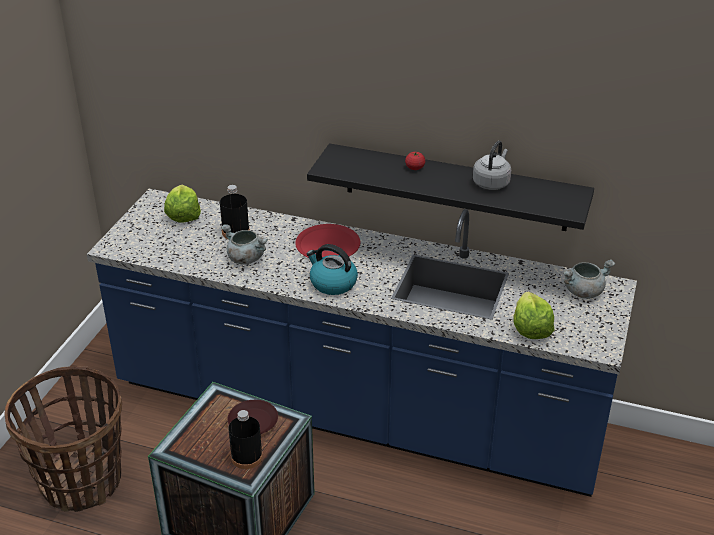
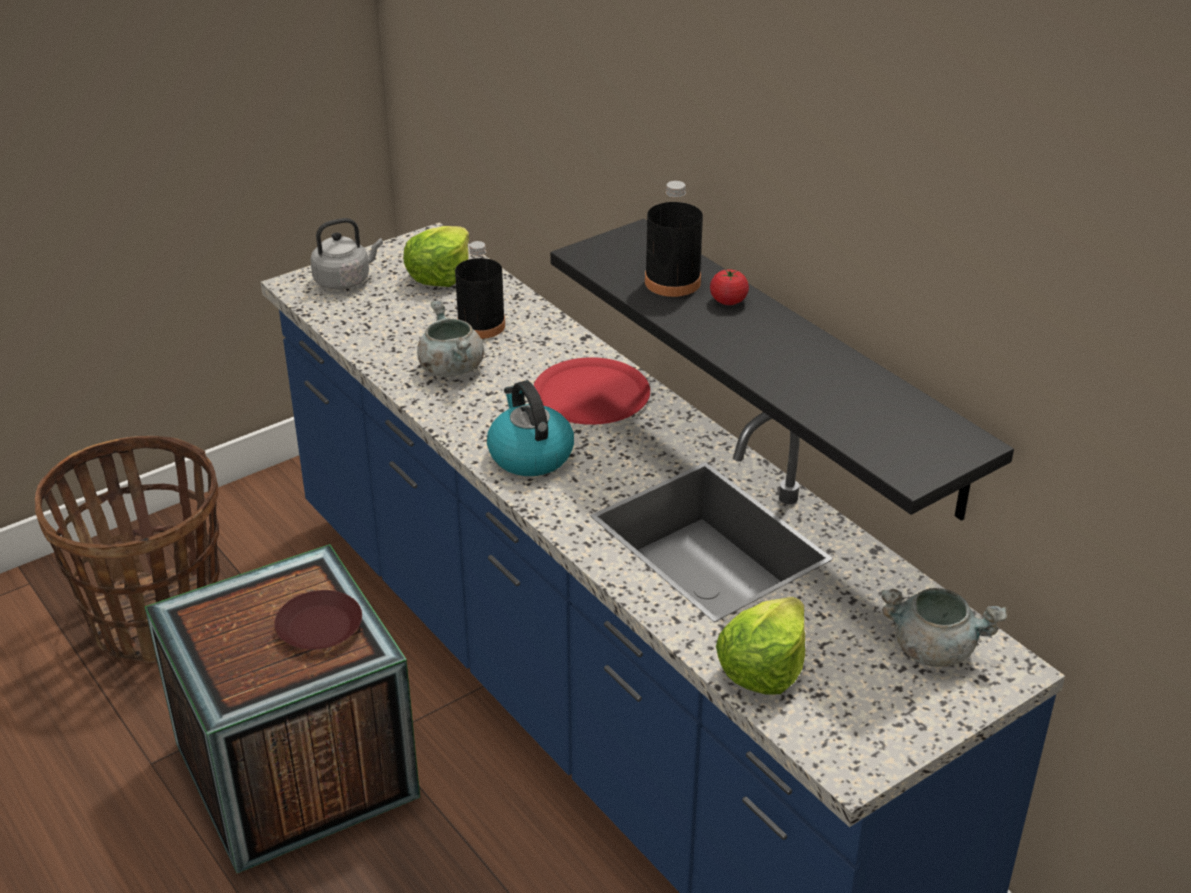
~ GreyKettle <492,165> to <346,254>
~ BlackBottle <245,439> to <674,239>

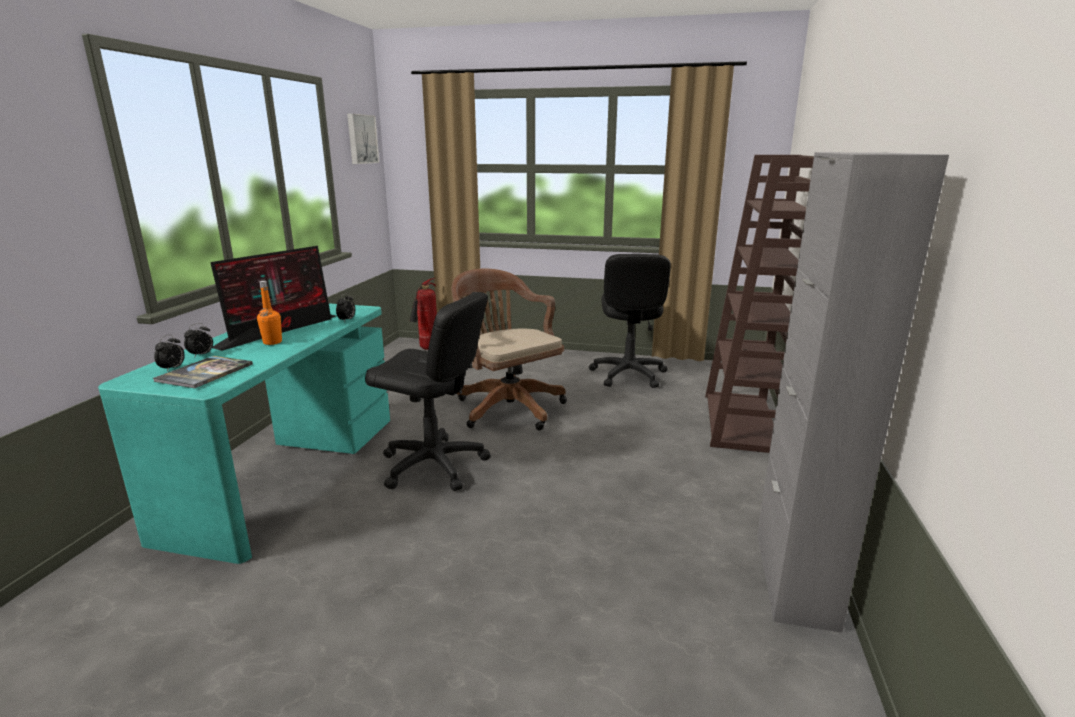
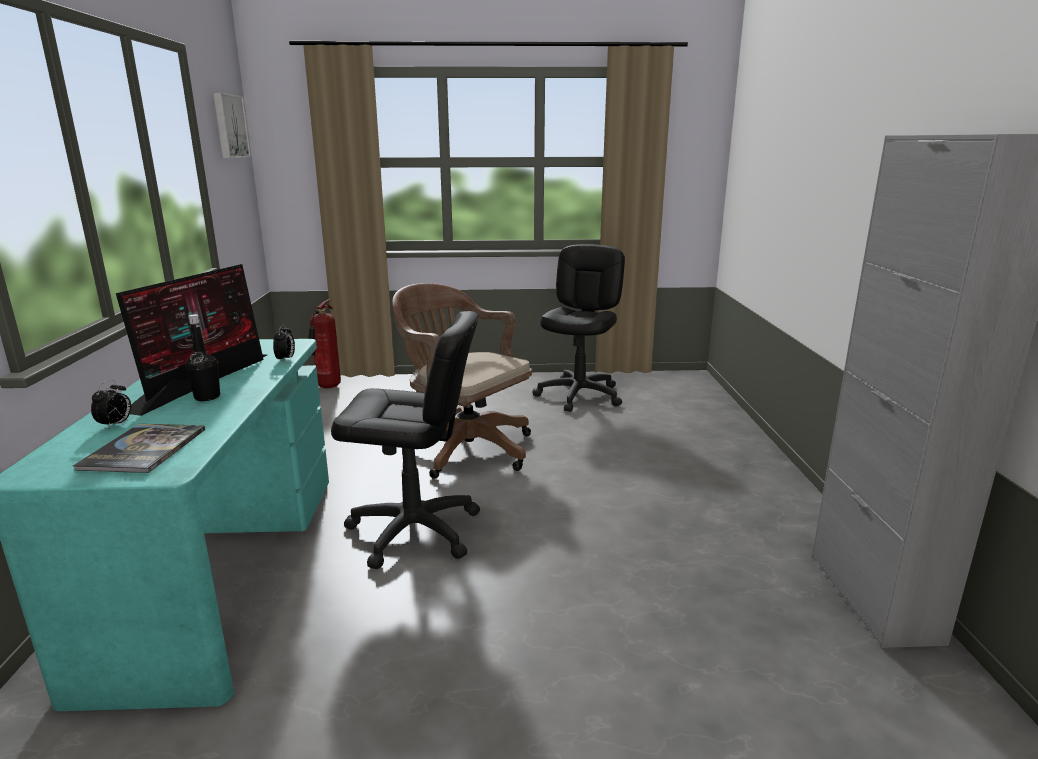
~ OrangeBottle <269,313> to BlackBottle <203,357>
~ BlackOfficeChair <630,321> = <578,328> 150 degrees counterclockwise
- AlarmClock <169,353>
- BrownBookcase <759,304>

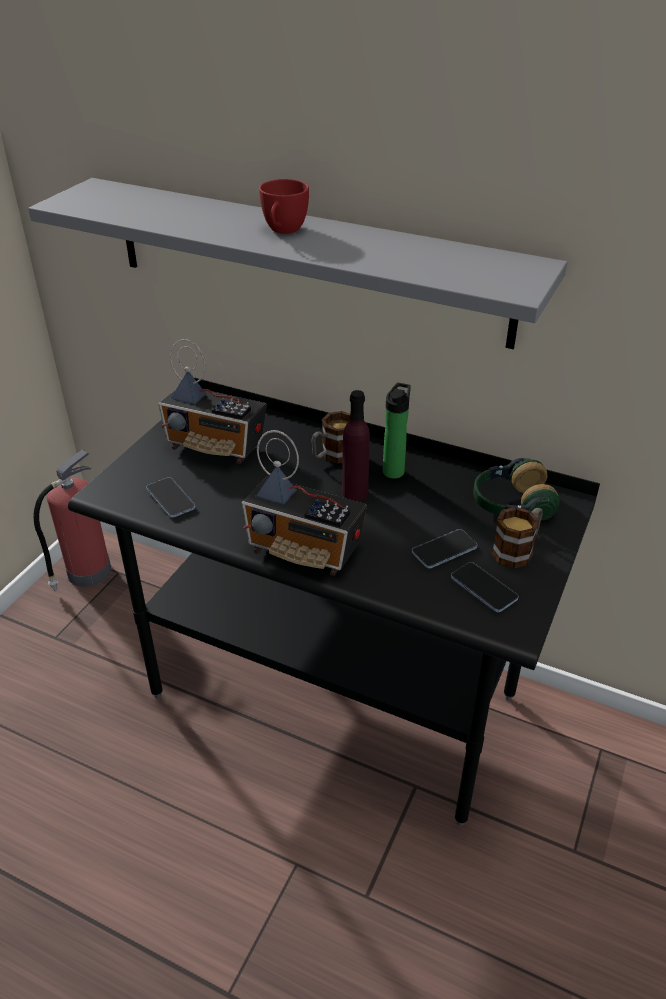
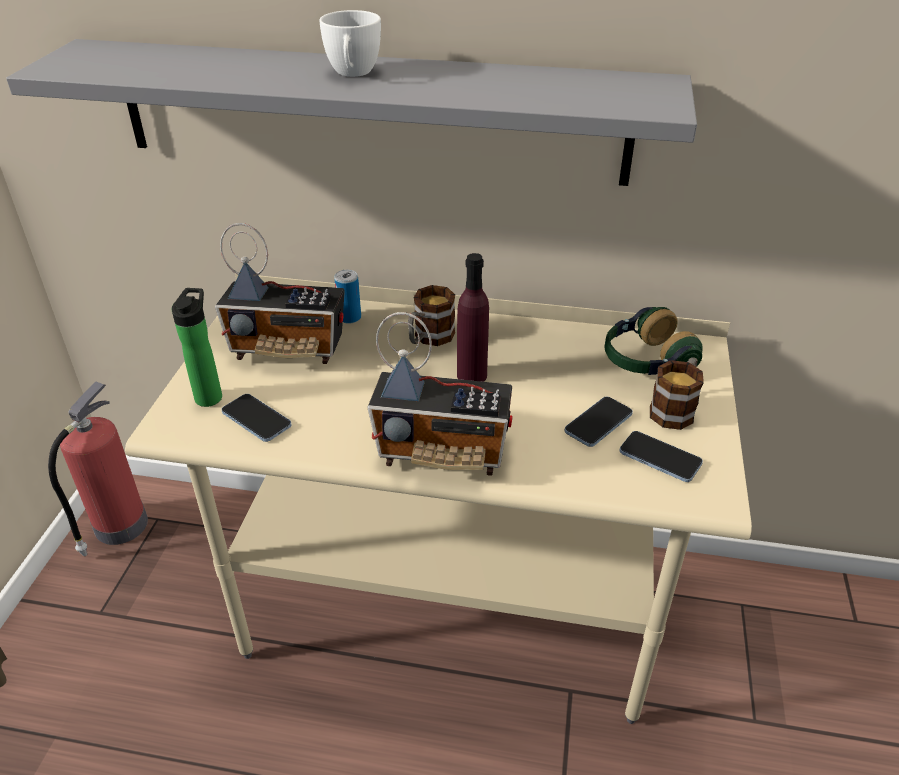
~ BlackDesk <334,602> to BeigeDesk <438,498>
~ Bottle <397,431> to <197,347>
~ RedCup <284,206> to WhiteCup <350,43>
+ Can <347,297>

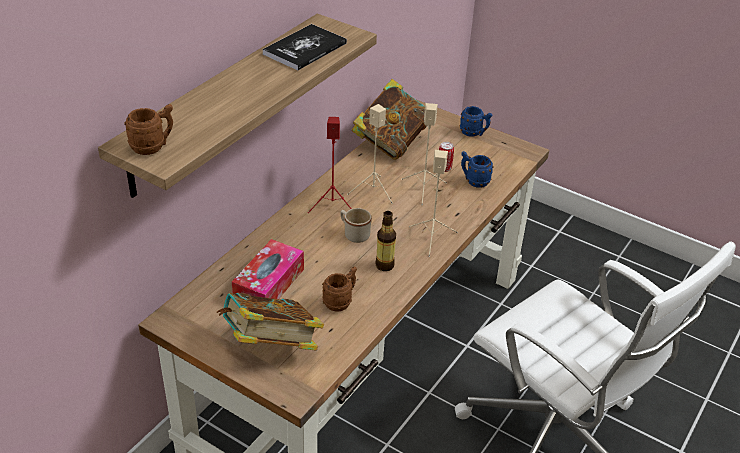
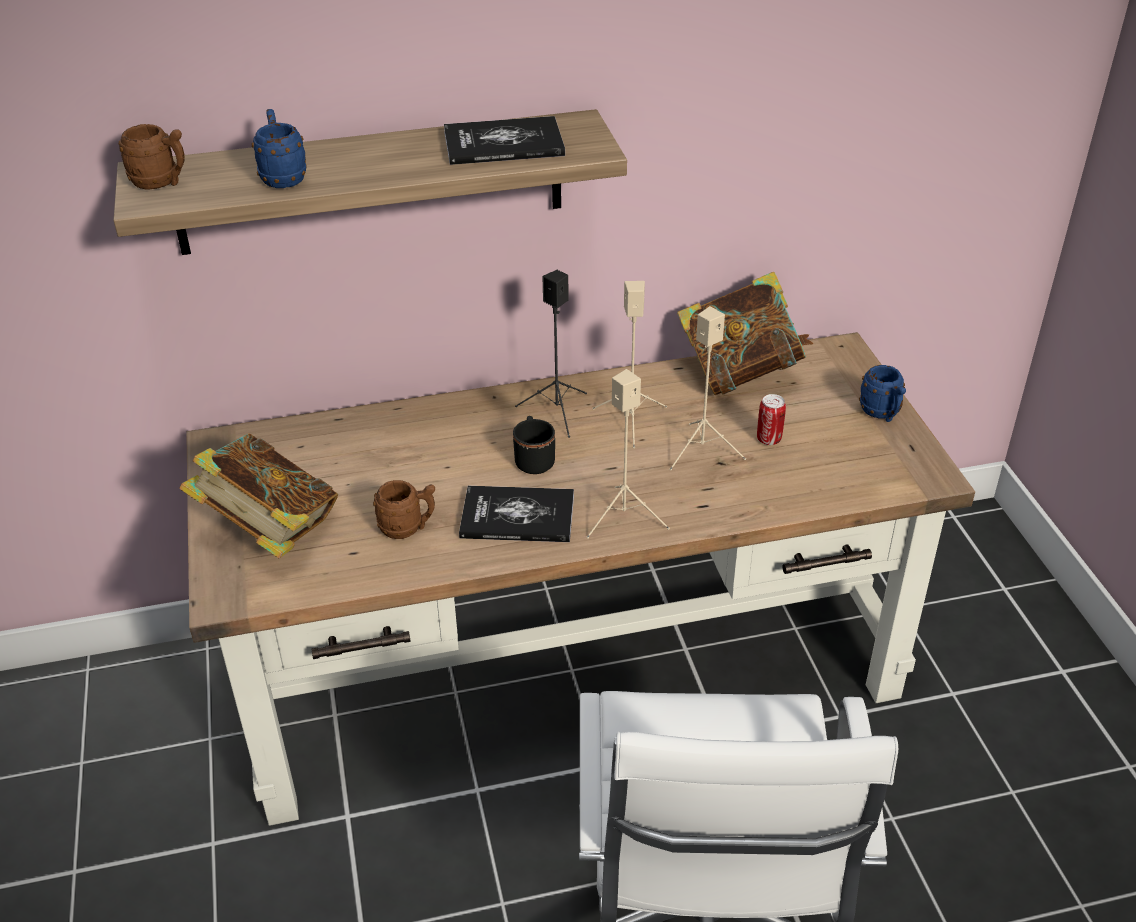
~ BlueMug <477,169> to <279,148>
~ Bottle <385,241> to Book <516,514>
~ BeigeMug <355,225> to BlackMug <534,445>
~ RedSpeaker <330,165> to BlackSpeaker <551,354>
- TissueBox <268,269>

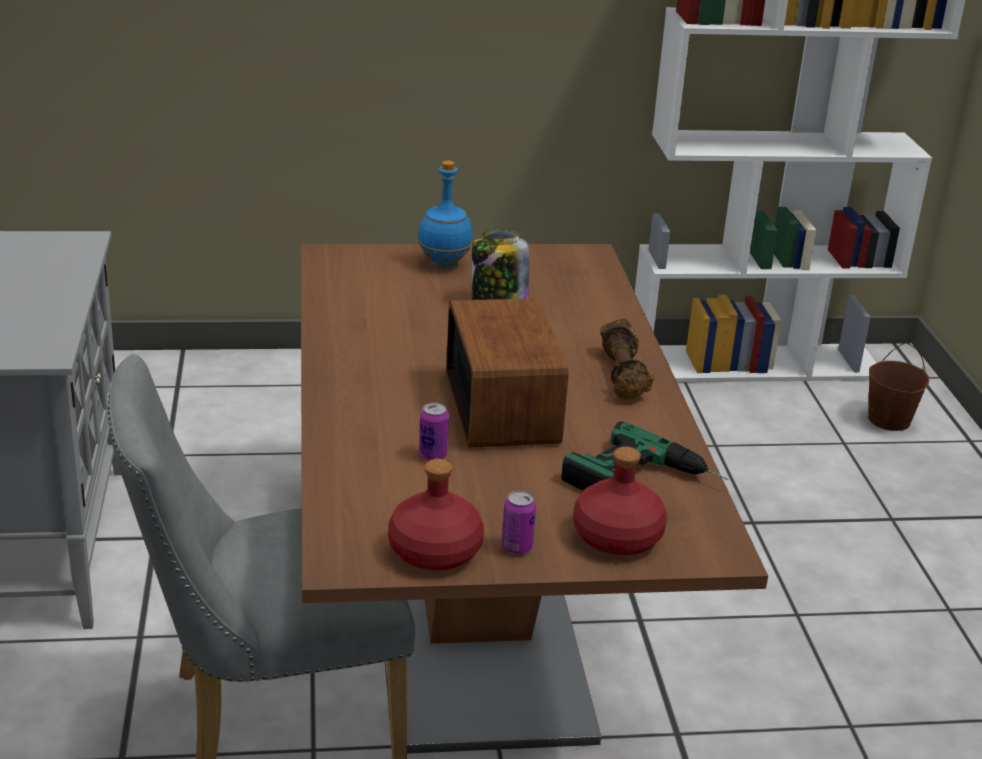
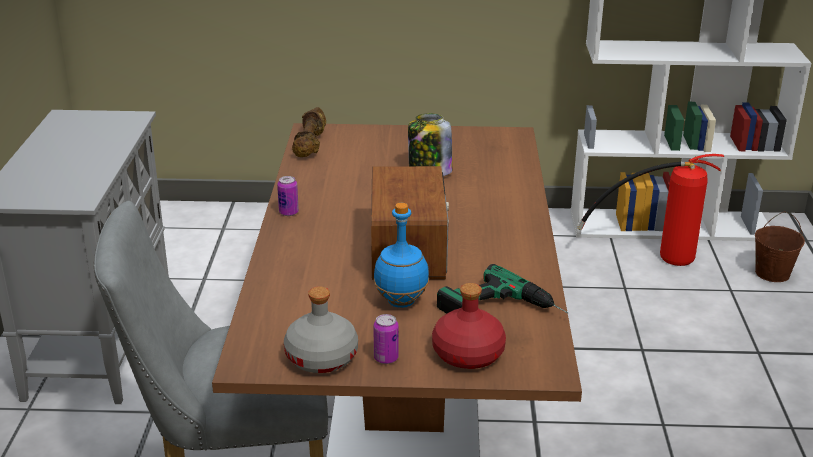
~ Can <434,431> to <288,196>
~ RedBottle <436,514> to GreyBottle <321,330>
~ BrownDumbbell <627,358> to <309,132>
~ BlueBottle <445,214> to <401,255>
+ FireExtinguisher <650,210>

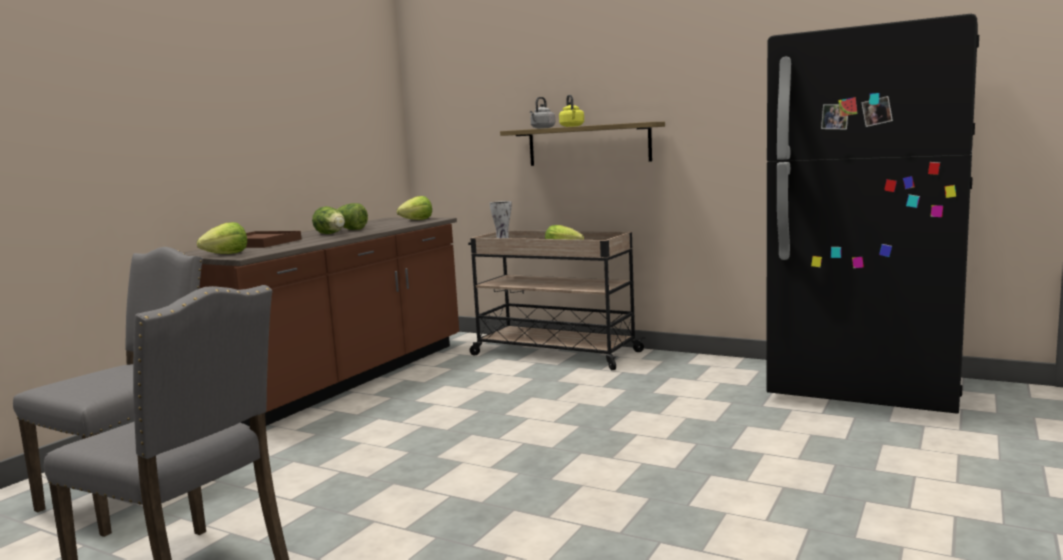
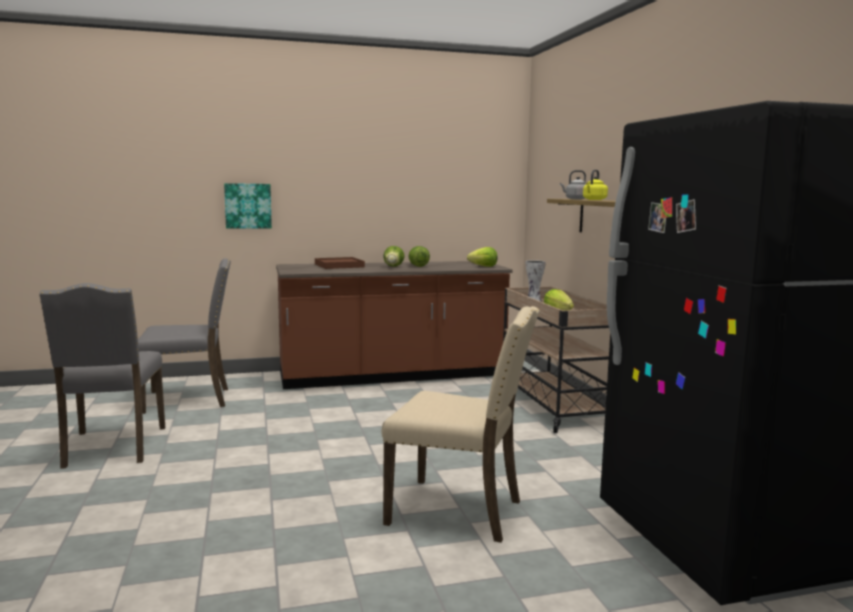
+ Picture <248,206>
+ BeigeChair <461,424>
- Lettuce <222,238>

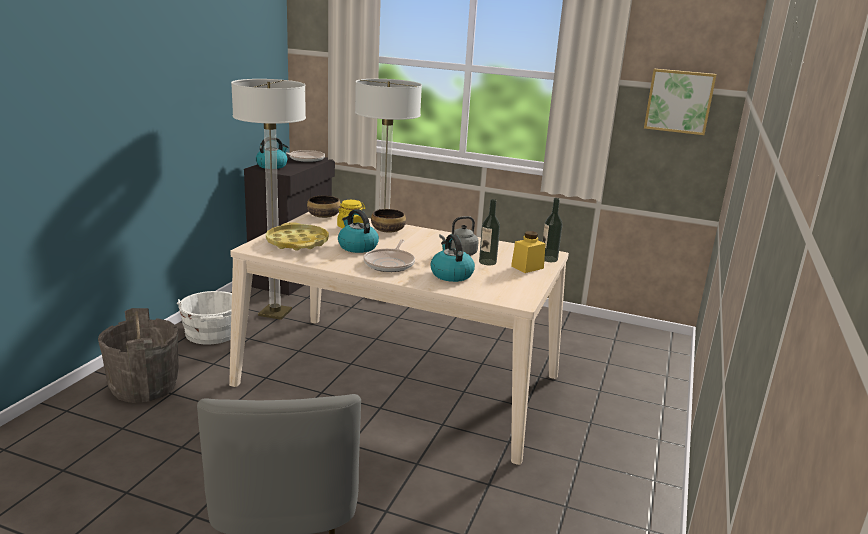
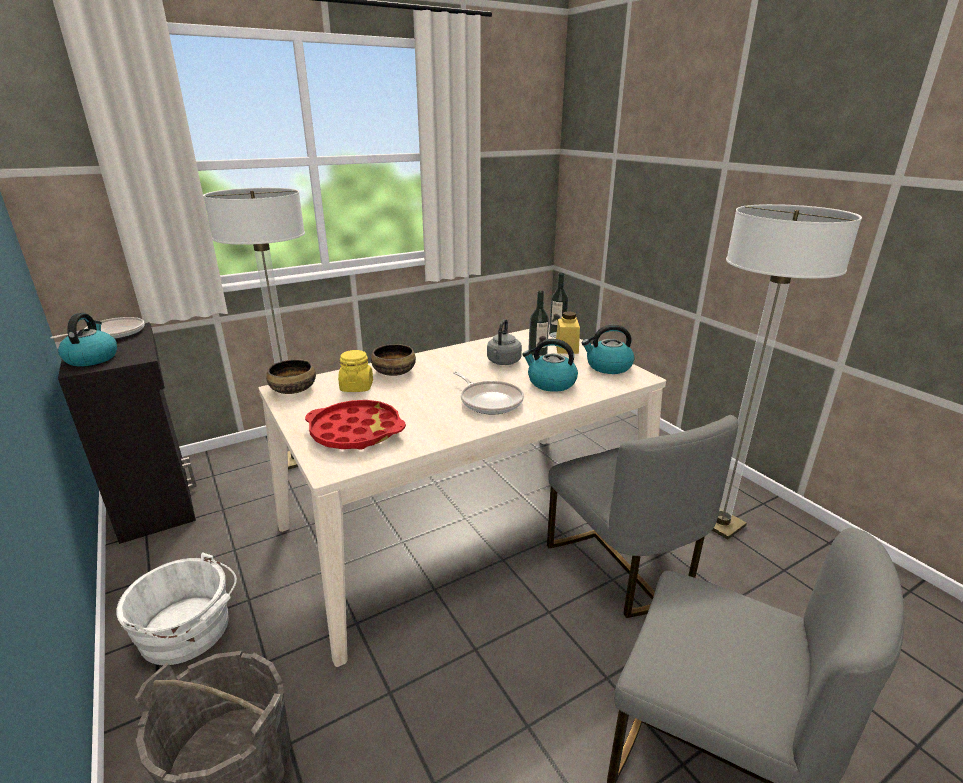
~ YellowTray <297,236> to RedTray <355,425>
+ GreyChair <642,516>
~ Kettle <358,231> to <608,349>
~ FloorLamp <268,199> to <787,372>
- Picture <680,102>

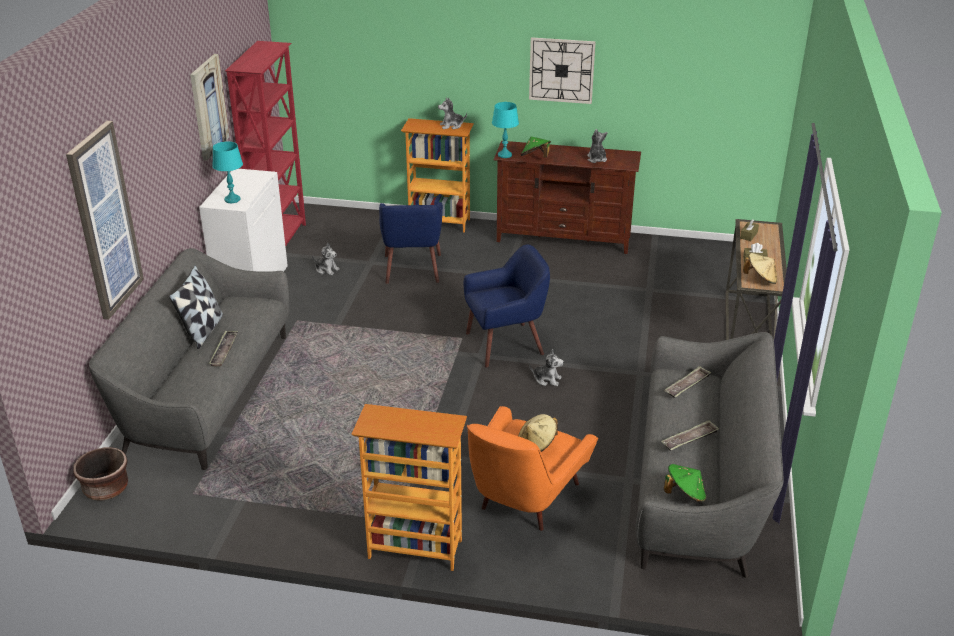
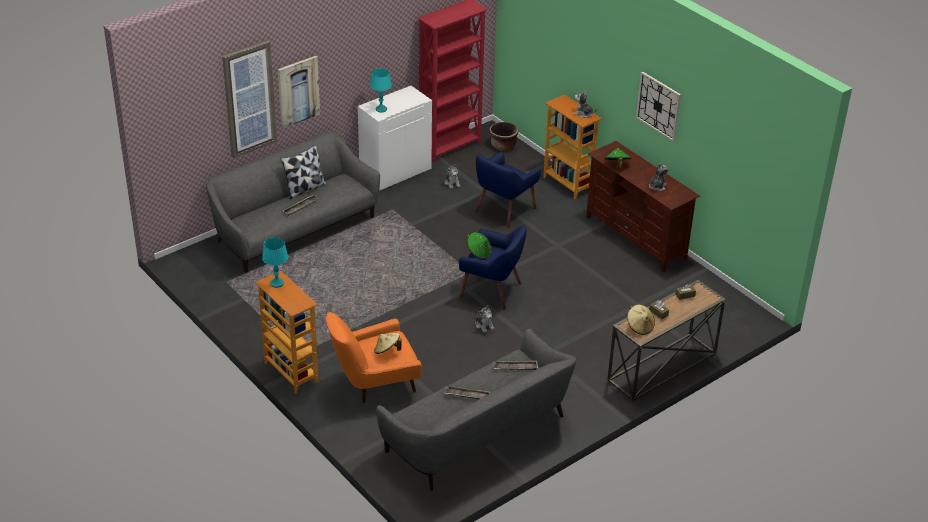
~ TurquoiseTableLamp <505,130> to <275,262>
~ Picture <209,107> to <299,92>
~ GreenHat <685,483> to <479,245>
~ BrownPlanter <100,474> to <504,136>

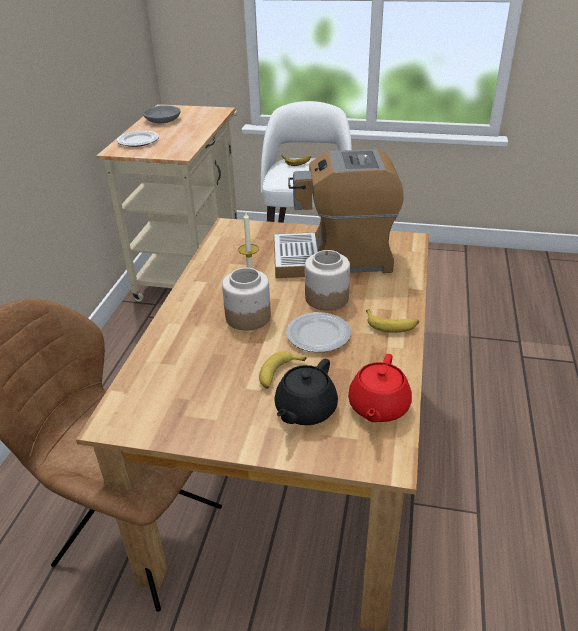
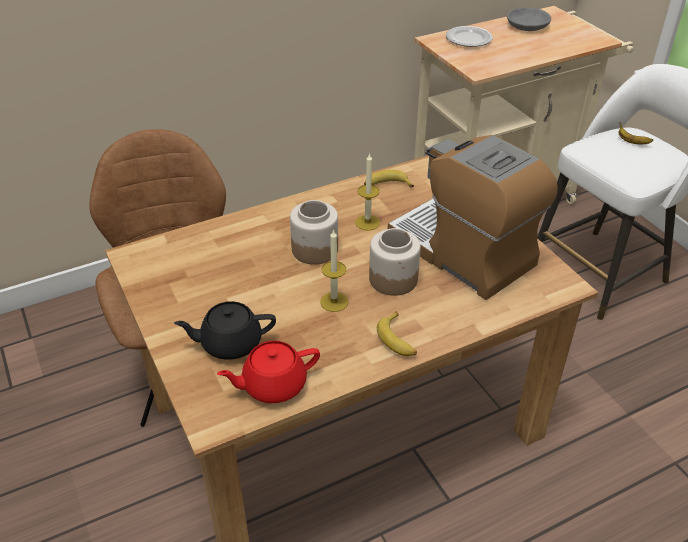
~ Plate <318,332> to Candle <334,270>
~ Banana <283,370> to <389,178>

